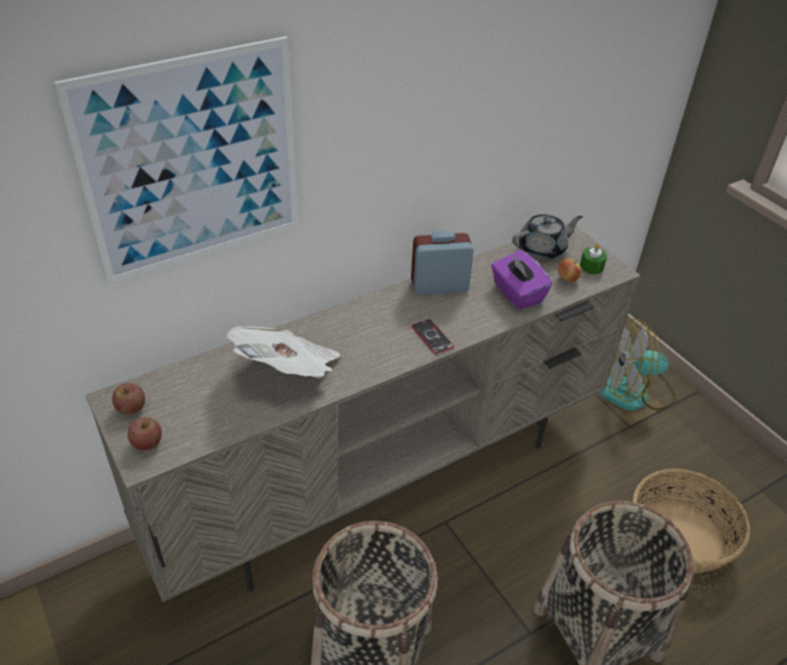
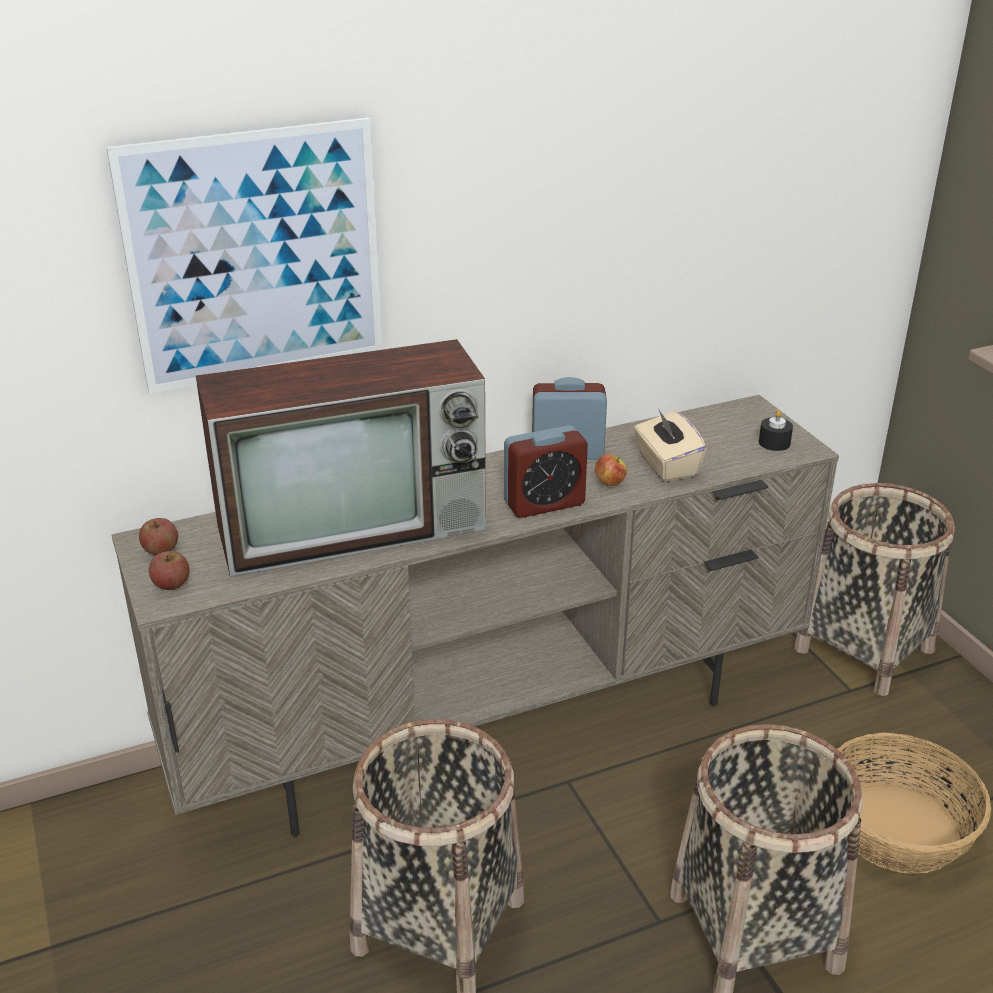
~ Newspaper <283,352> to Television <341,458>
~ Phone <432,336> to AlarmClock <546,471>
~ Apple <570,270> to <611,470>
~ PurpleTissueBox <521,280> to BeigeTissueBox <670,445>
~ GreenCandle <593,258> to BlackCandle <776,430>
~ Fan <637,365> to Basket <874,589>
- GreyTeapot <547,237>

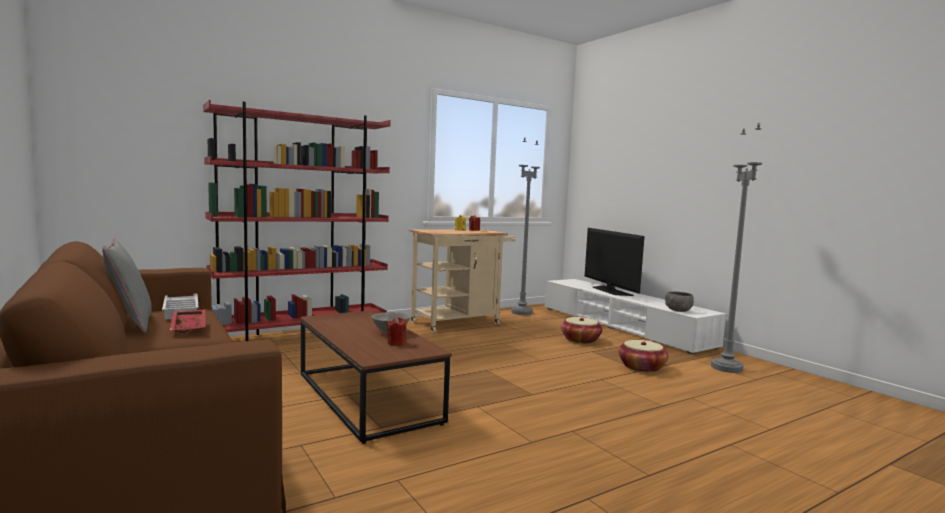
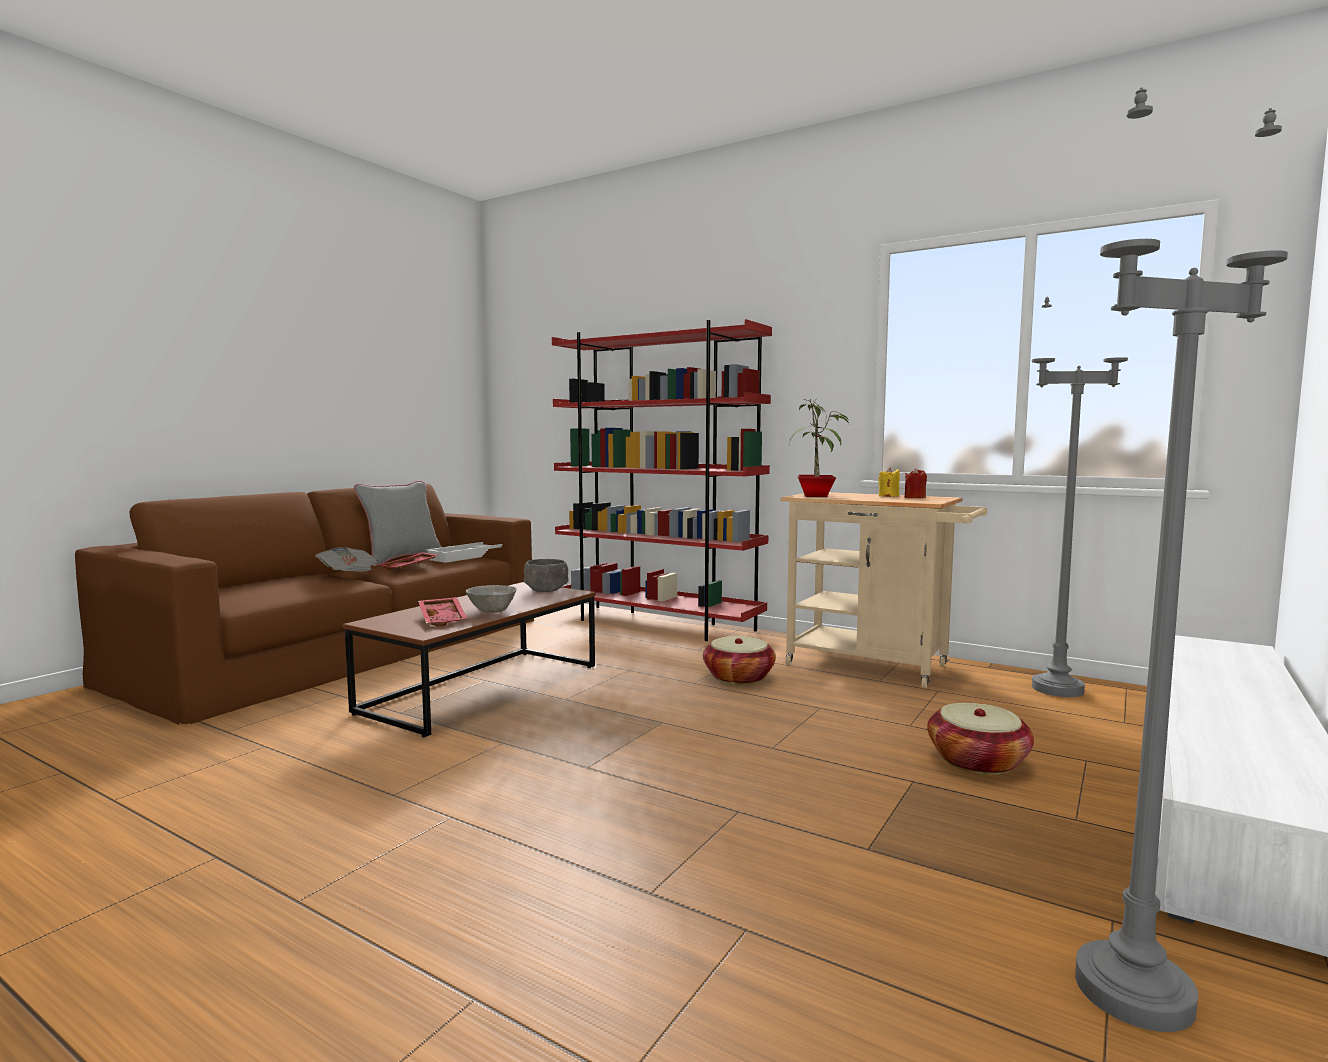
+ Newspaper <346,559>
~ RedCandle <397,331> to RedTray <442,612>
~ GreyBowl <679,301> to <546,575>
~ Basket <643,356> to <739,660>
+ PottedPlant <819,447>
- Television <615,262>

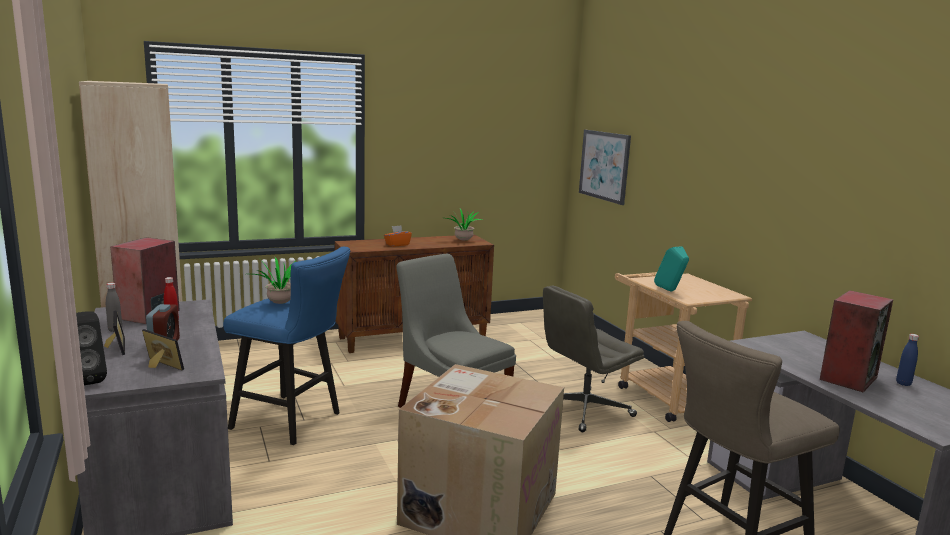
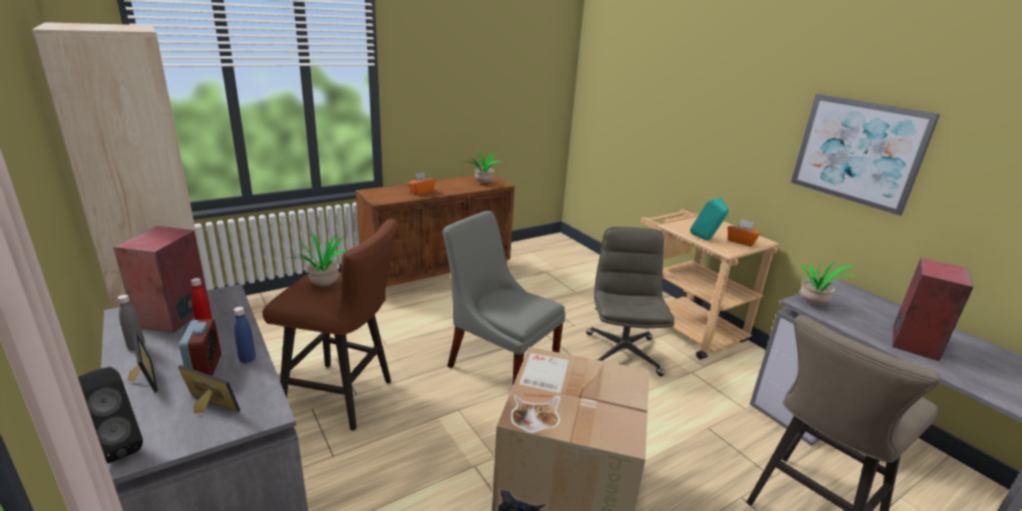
~ BlueBottle <907,360> to <245,335>
~ BlueStool <286,345> to BrownStool <330,325>
~ GreyOfficeChair <593,359> = <630,301> 135 degrees clockwise
+ OrangeTissueBox <744,233>
~ Picture <605,167> to <865,155>
+ PottedPlant <827,283>

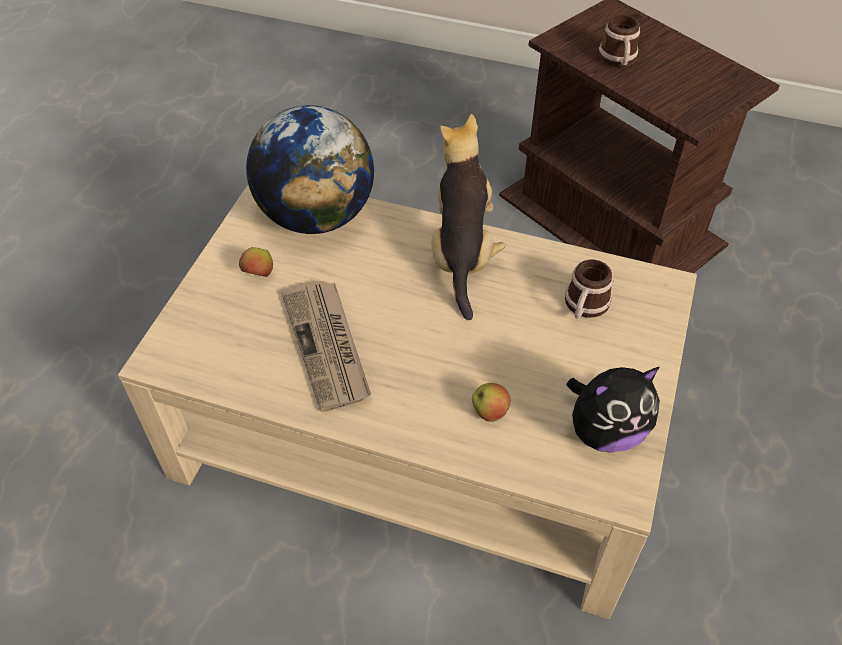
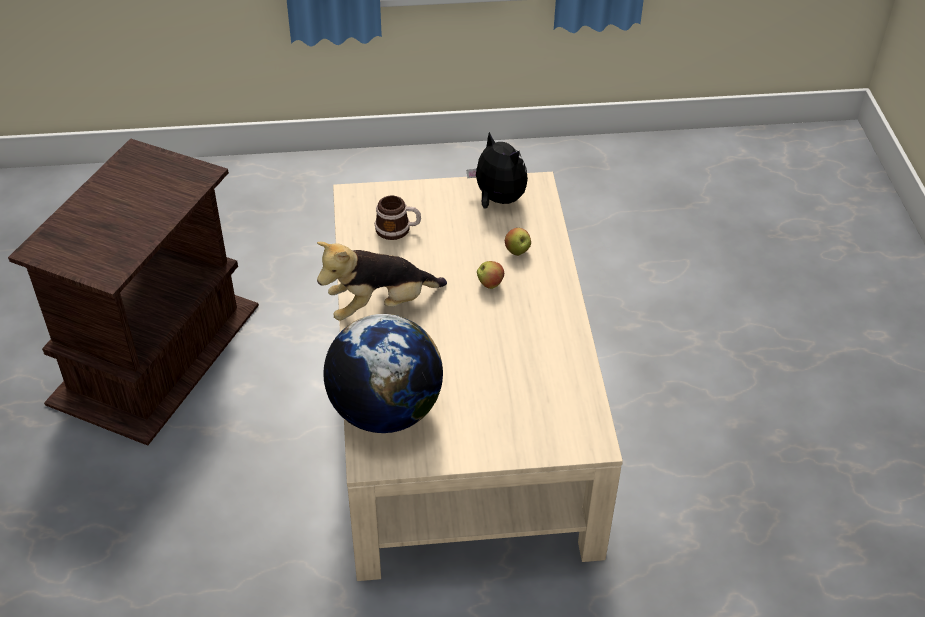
~ Apple <256,262> to <491,275>
- Newspaper <326,346>
- Mug <619,41>

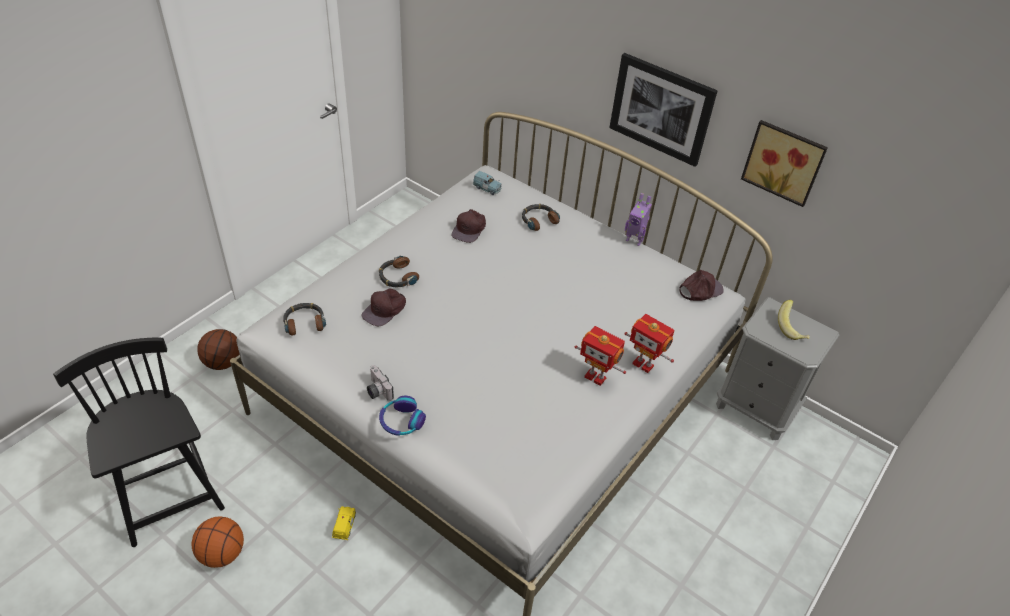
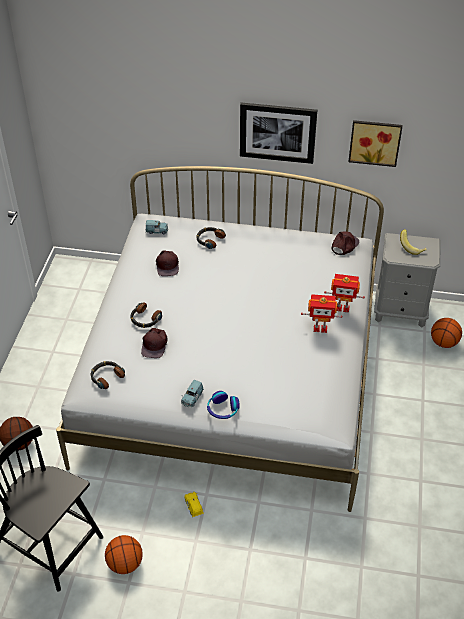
~ PhotoCamera <380,383> to BlueToyCar <192,393>
+ Basketball <446,333>
- ToyRobot <638,219>

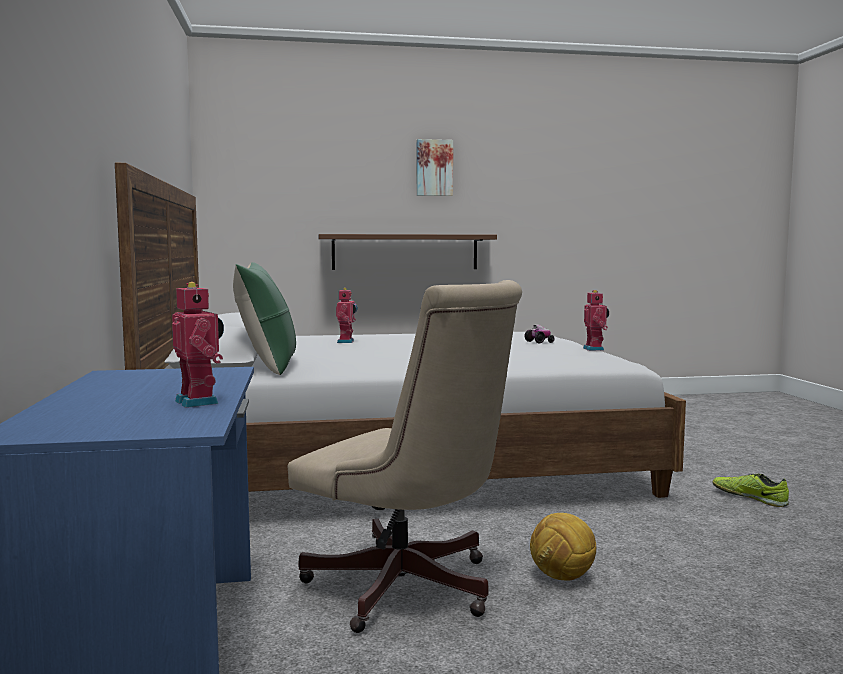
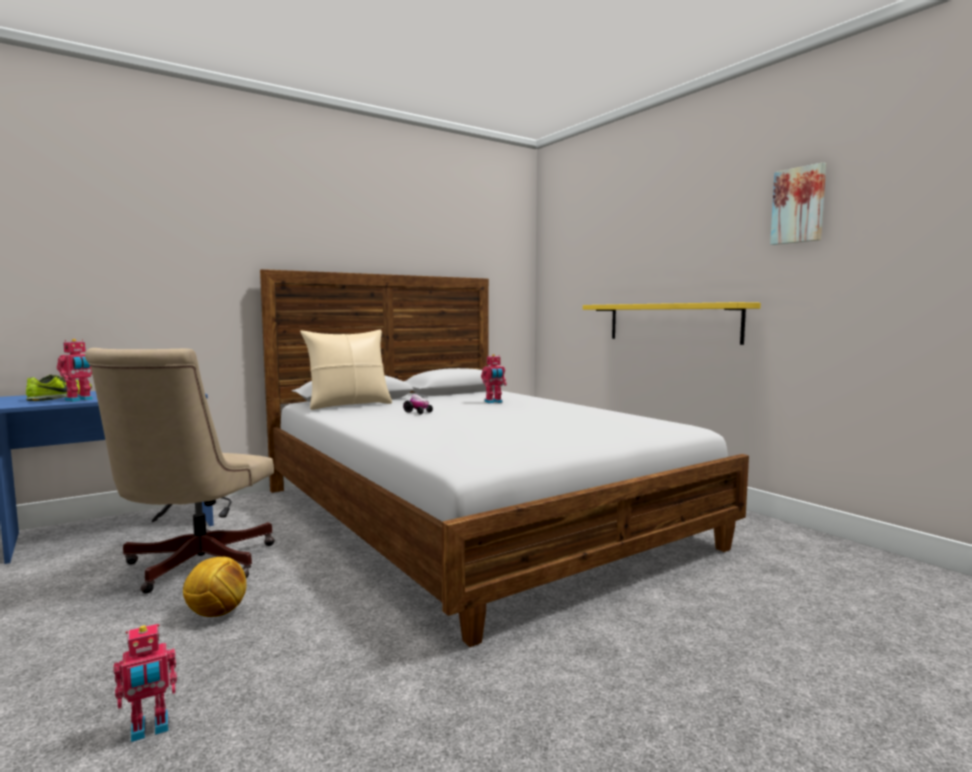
~ Shoe <751,490> to <59,387>
~ ToyRobot <596,320> to <145,683>
~ GreenPillow <264,318> to BeigePillow <346,370>
~ ToyCar <540,334> to <418,404>
~ BrownShelf <407,252> to YellowShelf <672,323>
~ Picture <435,167> to <798,203>

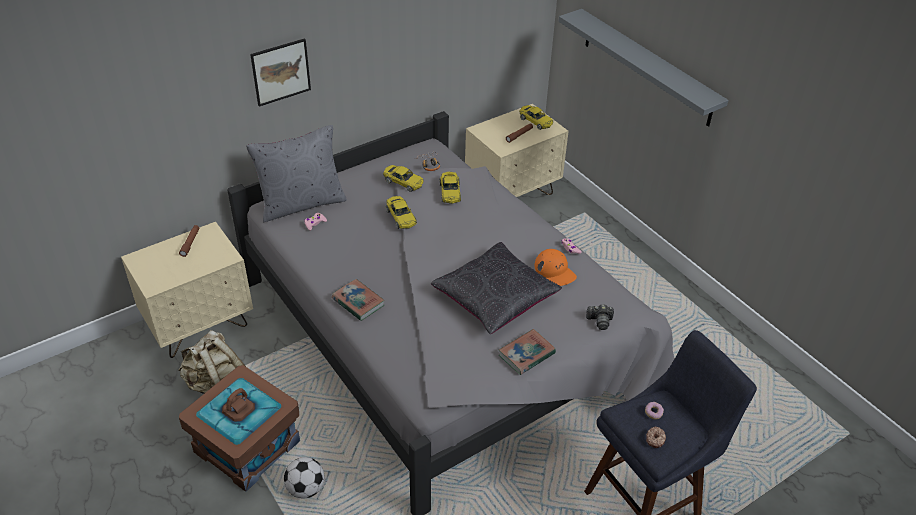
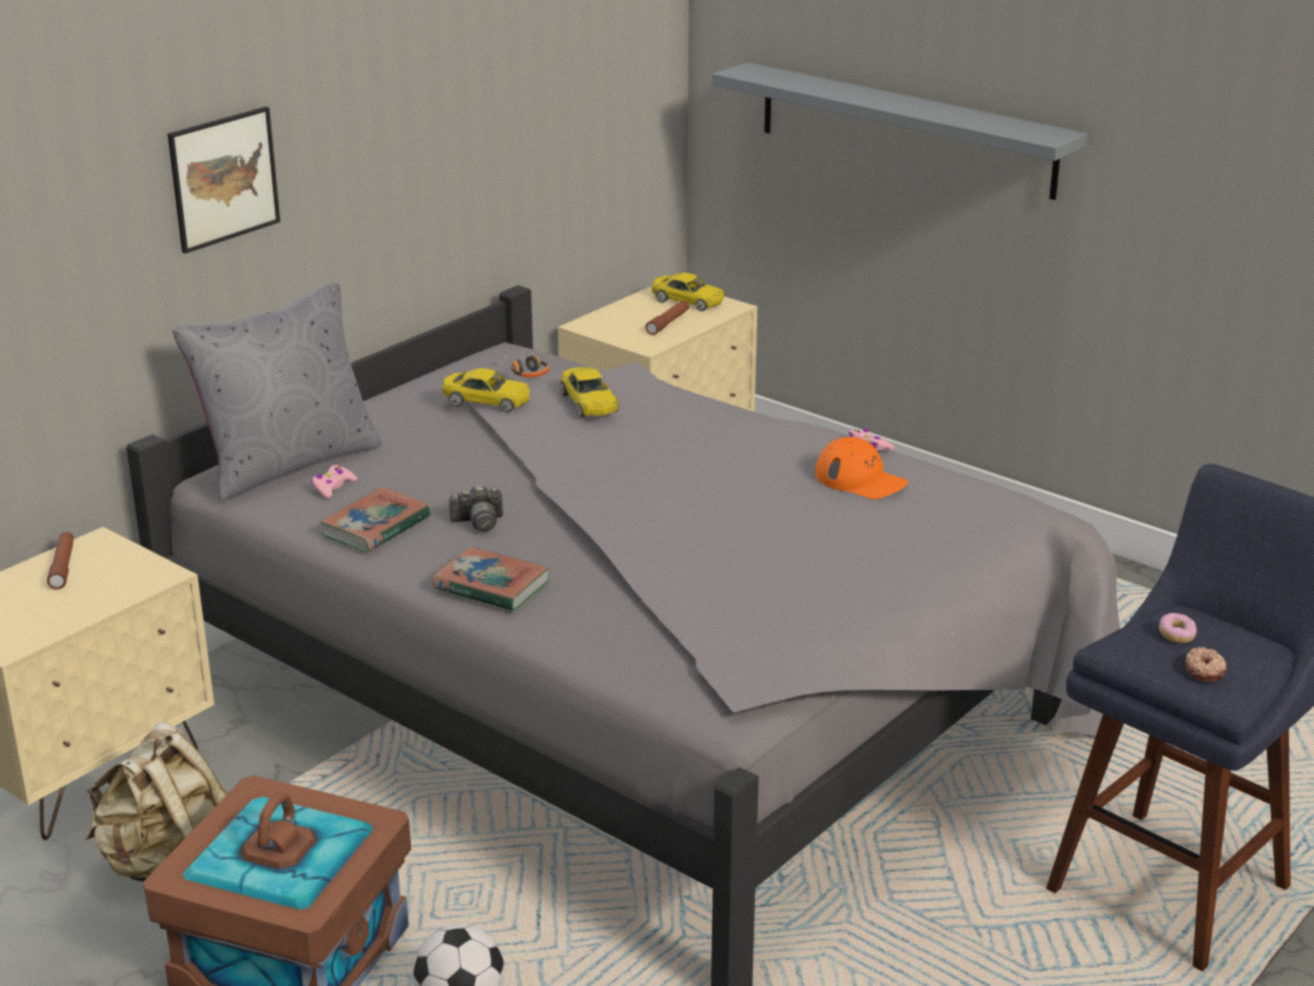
~ Book <527,352> to <375,519>
~ PhotoCamera <600,317> to <475,508>
- YellowToyCar <401,212>
- BlackPillow <496,288>

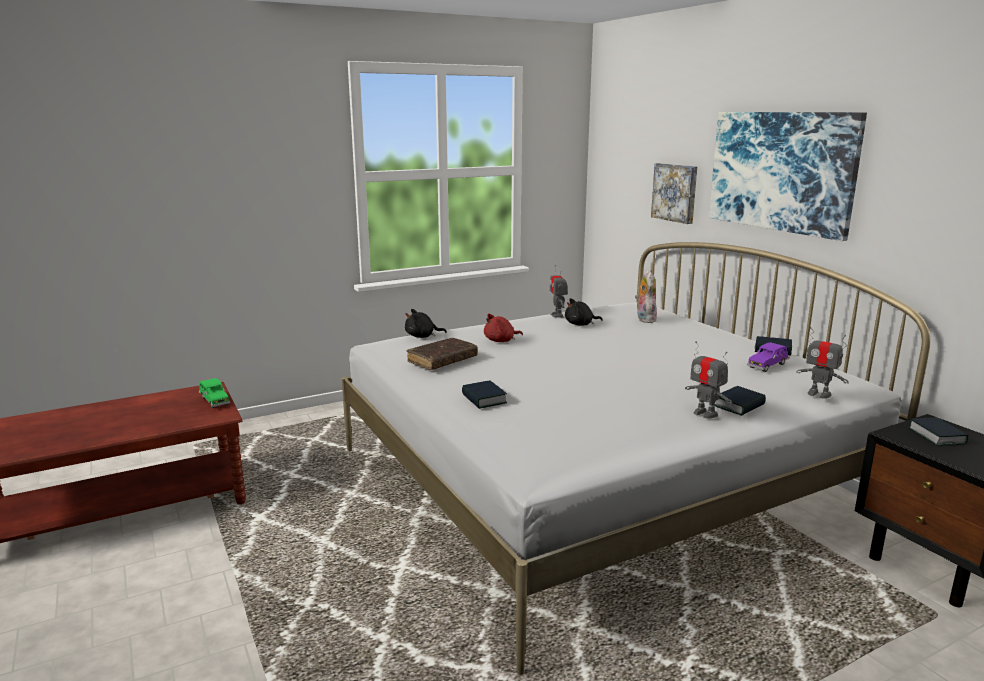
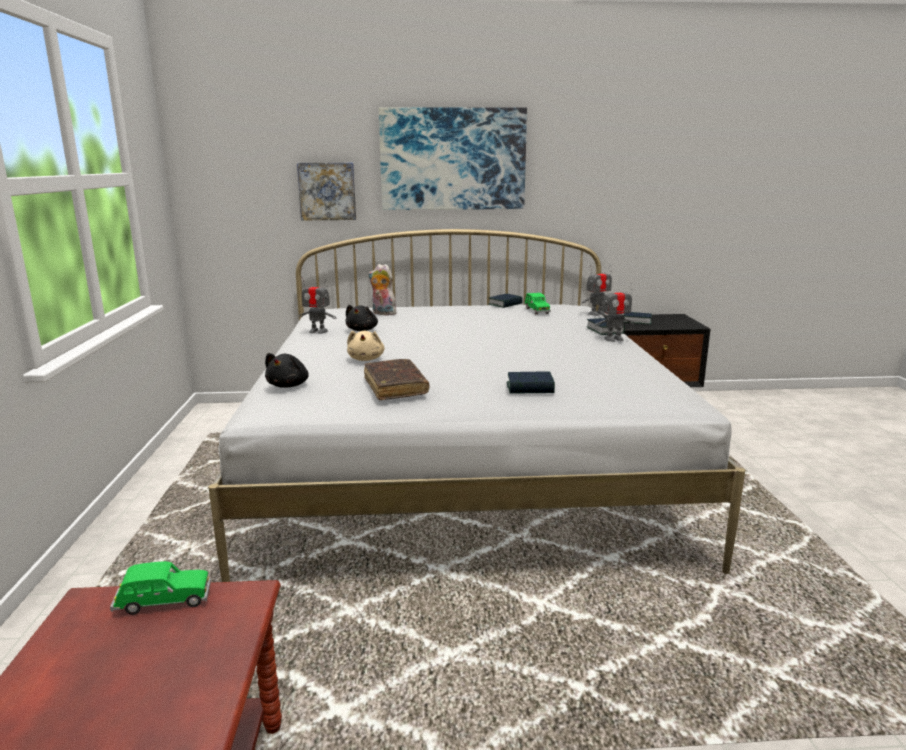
~ RedPlushToy <503,327> to BeigePlushToy <366,346>
~ PurpleToyCar <768,357> to GreenToyCar <537,303>

